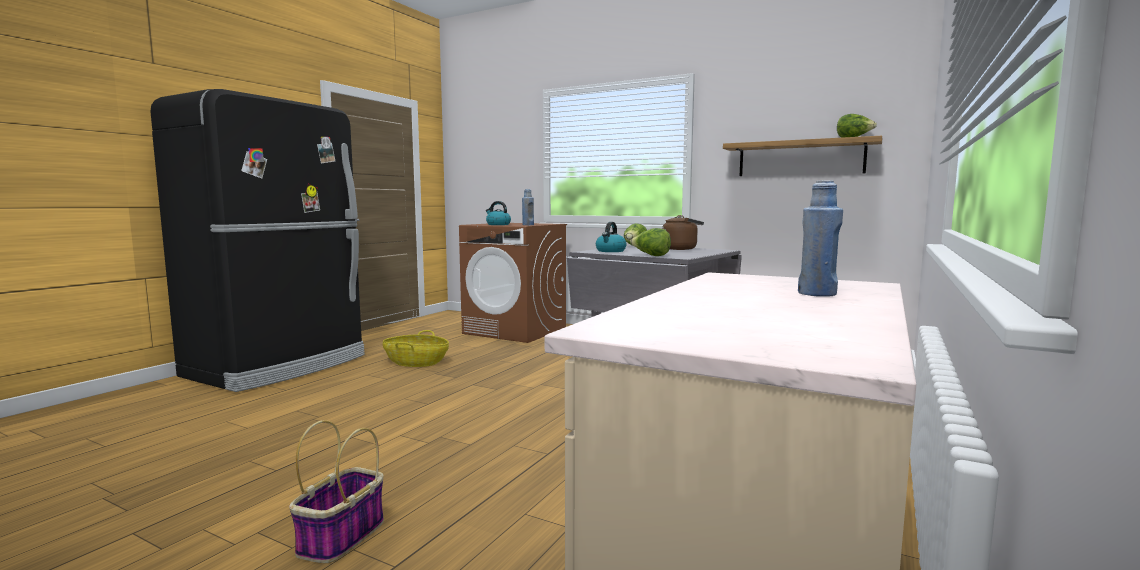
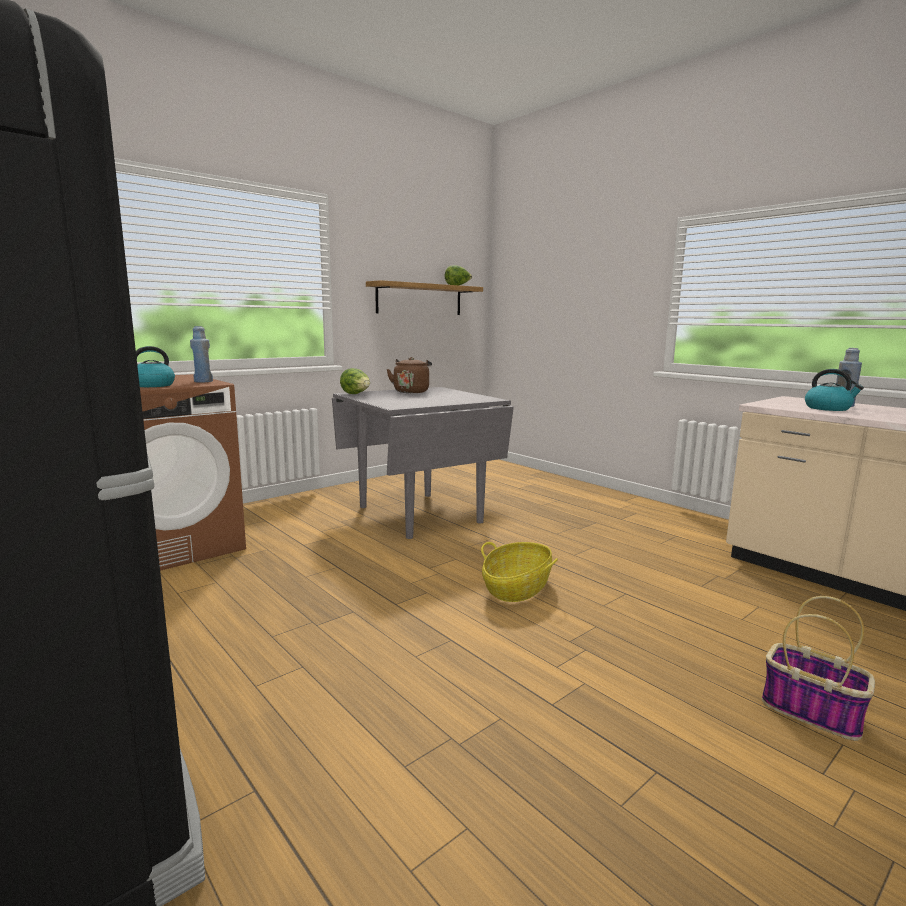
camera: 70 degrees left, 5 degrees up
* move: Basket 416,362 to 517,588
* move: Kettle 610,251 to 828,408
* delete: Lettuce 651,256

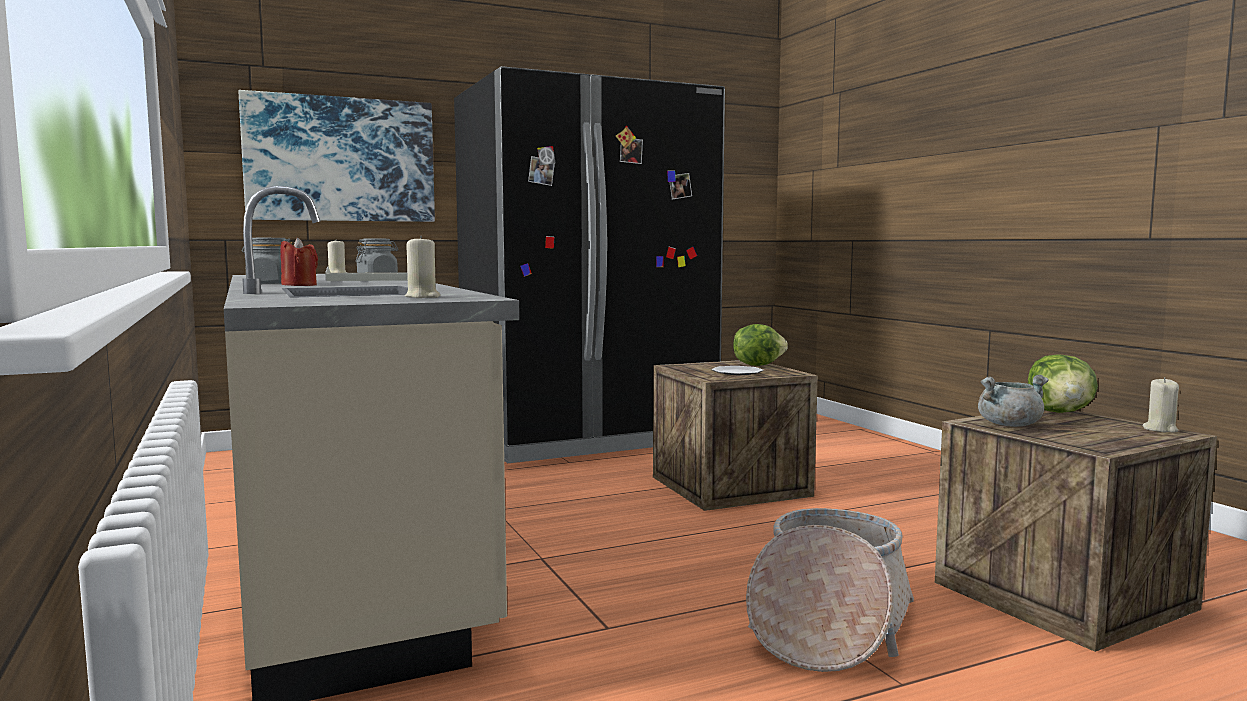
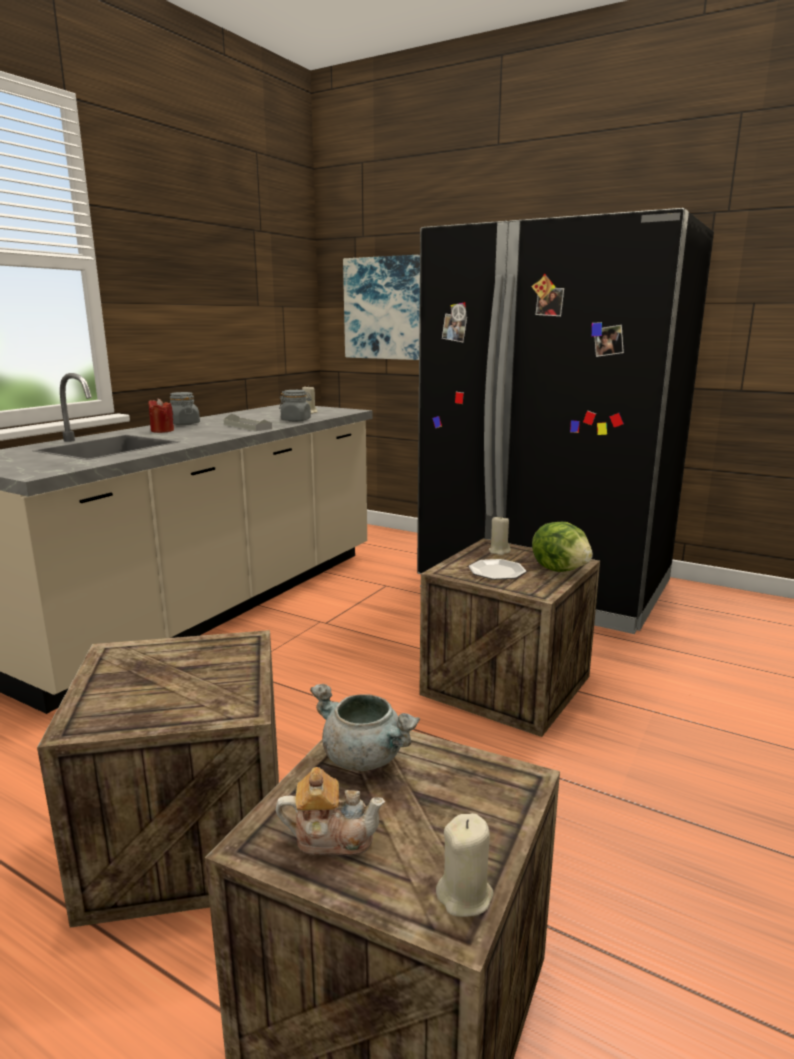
camera: 55 degrees right, 10 degrees up
* move: BeigeCandle 423,297 to 499,551
* replace: Basket 828,625 to Crate 189,838
* delete: Lettuce 1061,412
* insert: Teapot 332,837

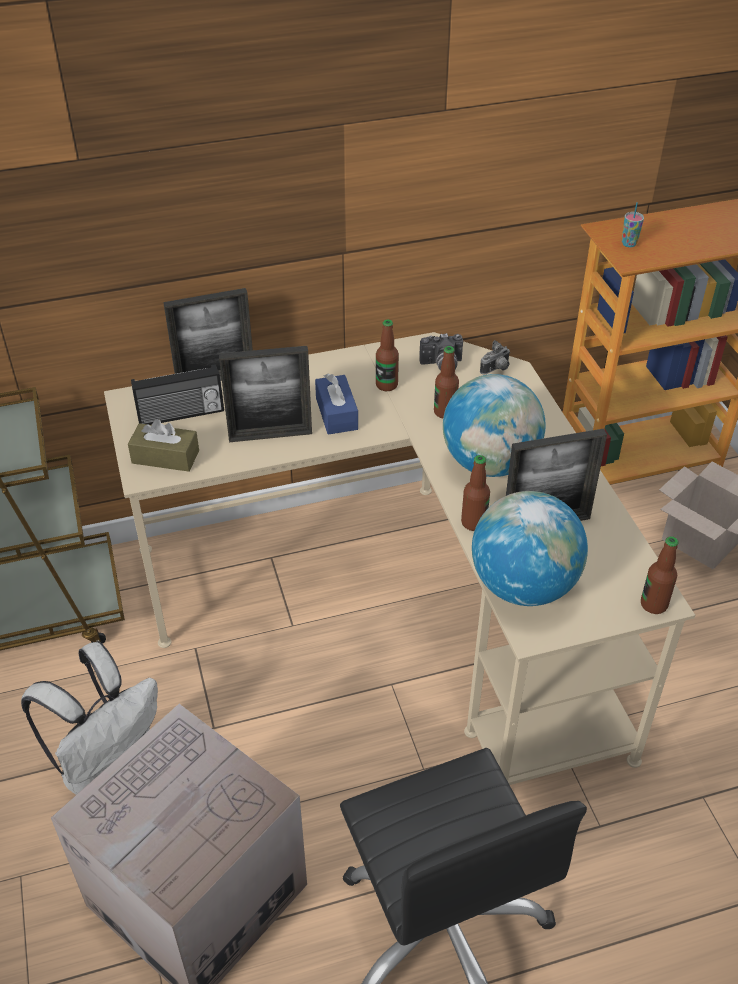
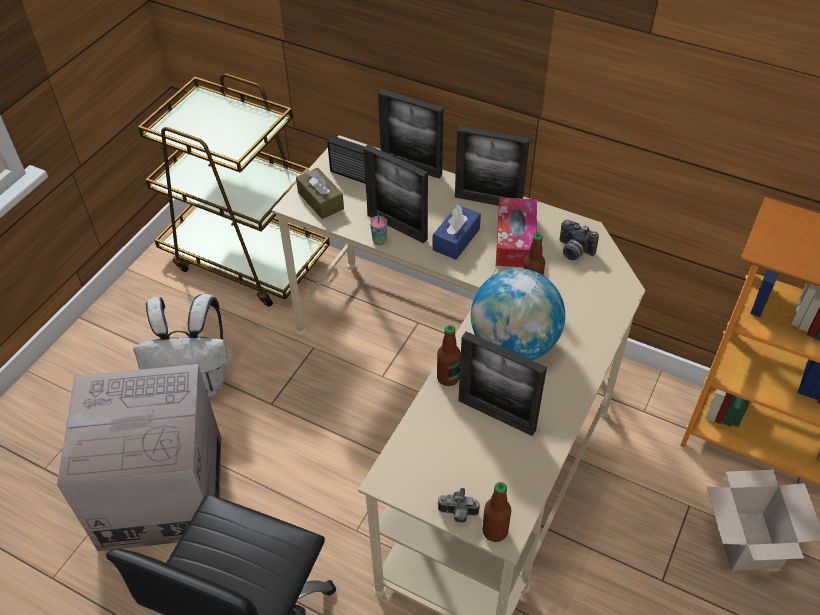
camera: 45 degrees right, 5 degrees up
* replace: Bottle 386,385 to TissueBox 515,240
* delete: Globe 523,586
* move: PhotoCamera 496,369 to 458,514
* move: Cup 629,244 to 379,241
* insert: PictureFrame 488,201

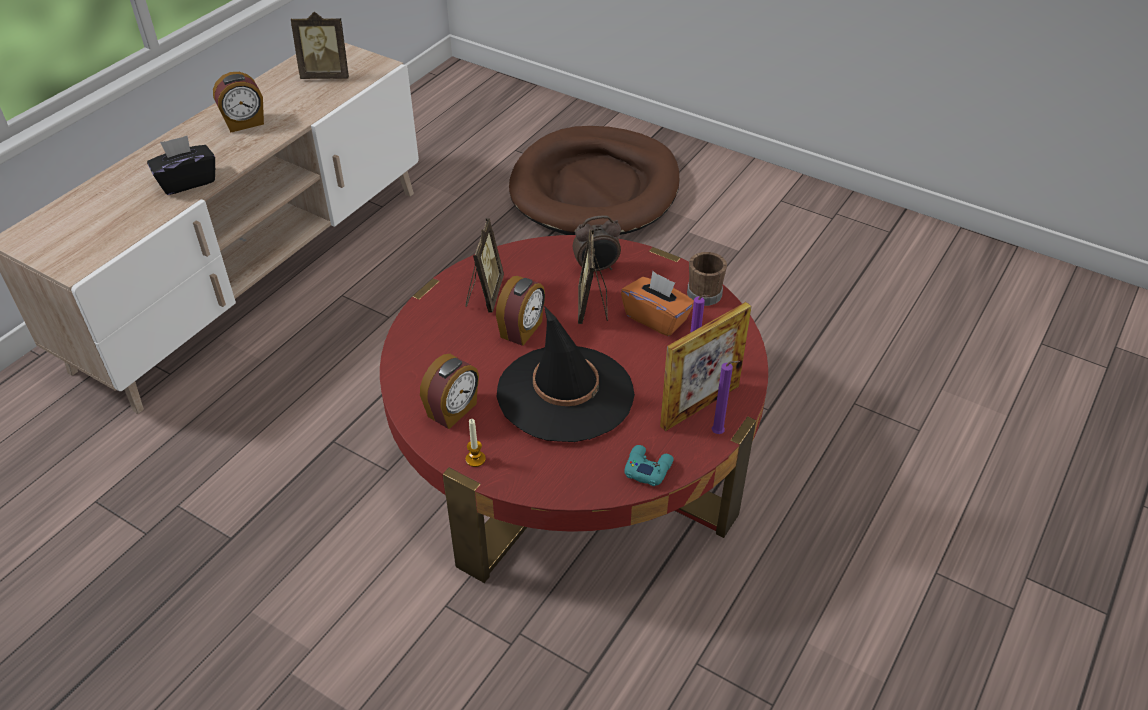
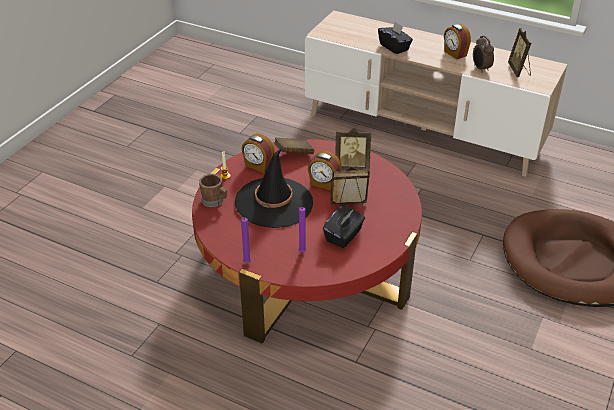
camera: 85 degrees right, 5 degrees down
* move: AlarmClock 597,269 to 480,69
* recolor: OrangeTissueBox 656,318 to BlackTissueBox 344,236
* delete: TurquoiseGameController 647,468
* delete: PictureFrame 700,406
* move: BrownMug 706,292 to 214,201
* insert: BrownBook 294,154

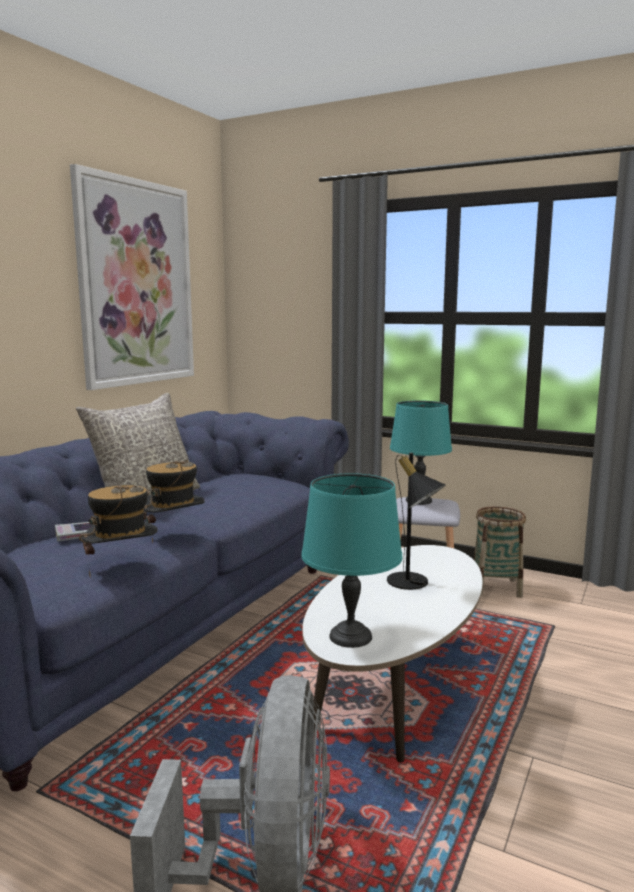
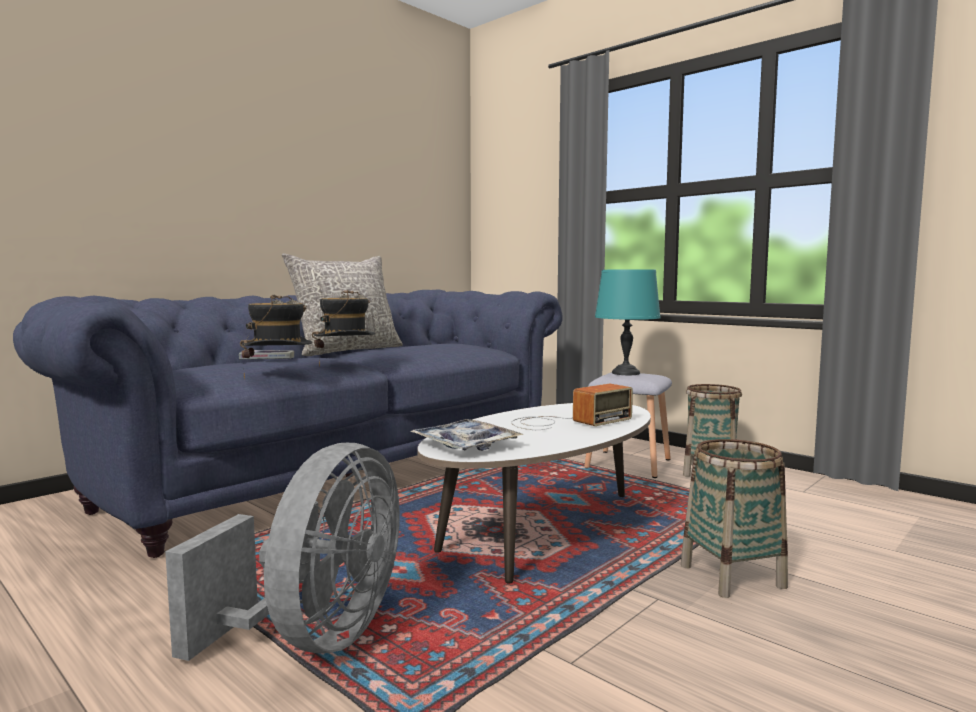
camera: 15 degrees right, 5 degrees down
* delete: Picture 136,283
* replace: TurquoiseTableLamp 351,636 to Tray 465,445
* replace: BlackTableLamp 413,584 to Radio 566,422
* insert: Basket 732,576

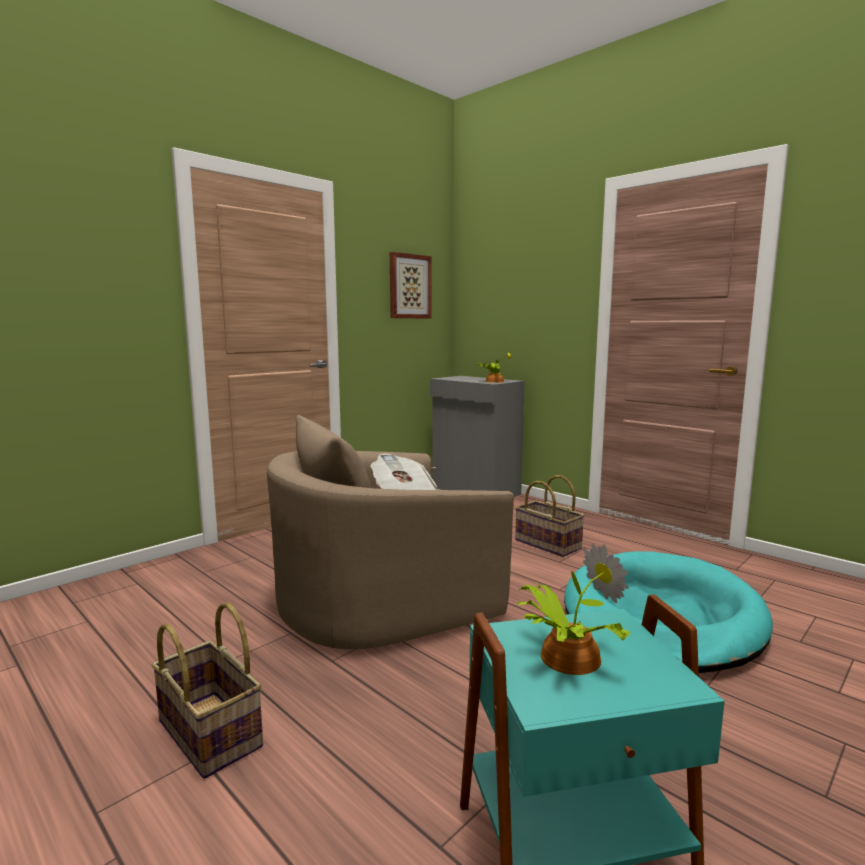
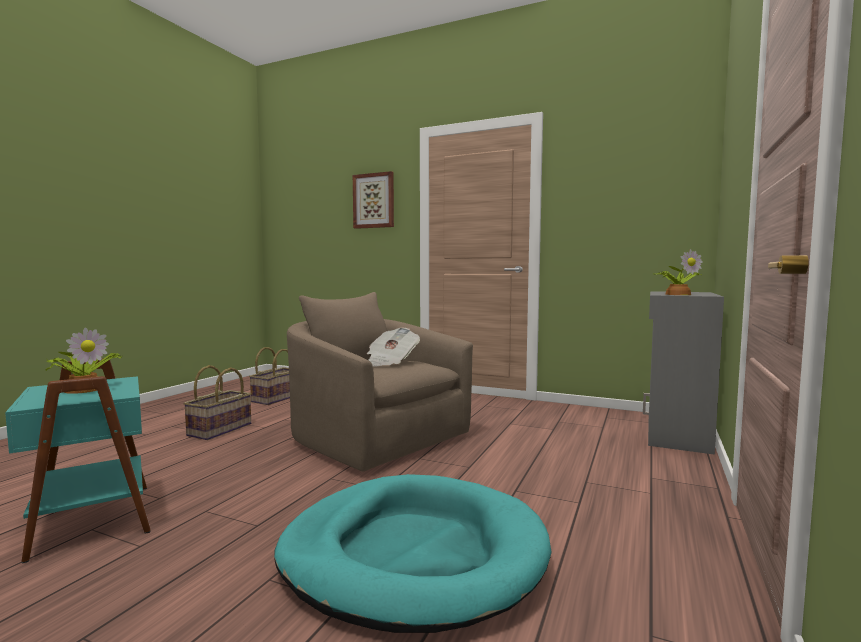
camera: 70 degrees right, 5 degrees down
* move: Picture 409,286 to 374,201
* move: Basket 546,544 to 276,398

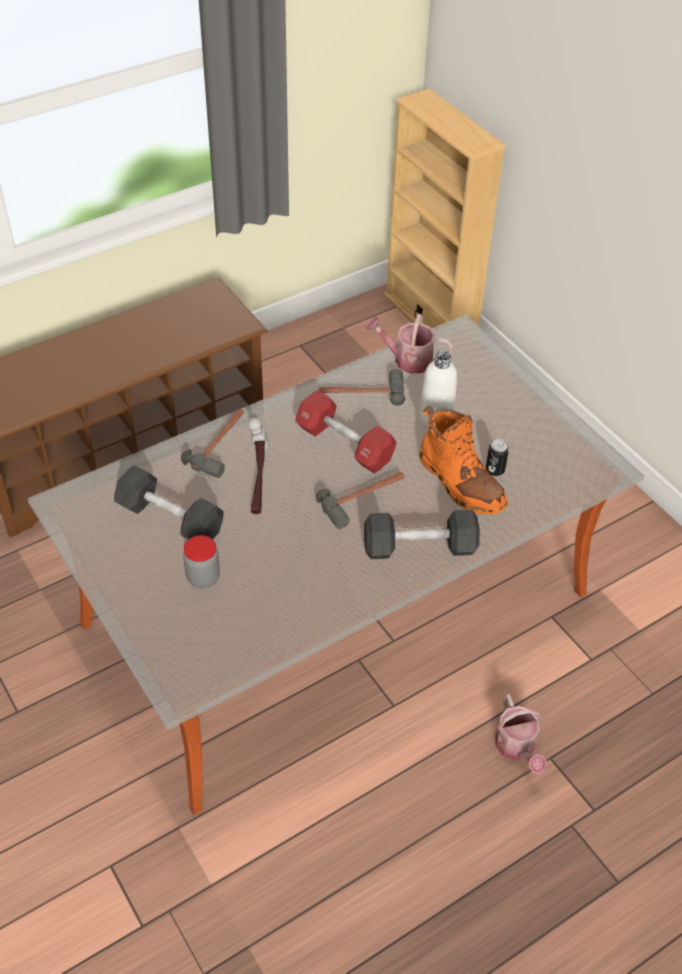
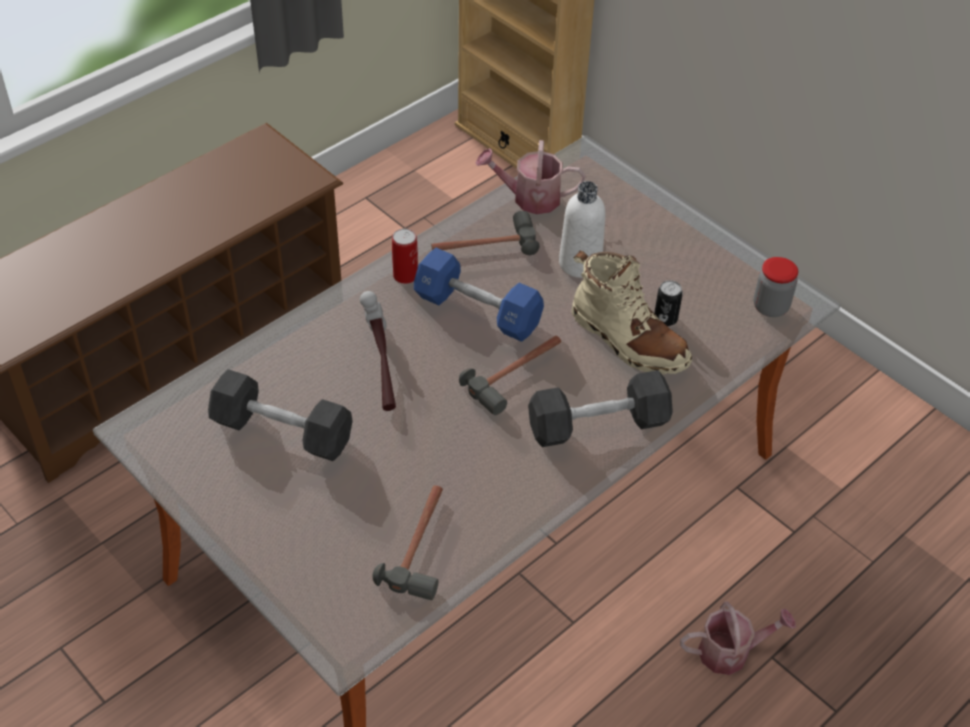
camera: 10 degrees left, 0 degrees up
* move: Hammer 221,444 to 422,544
* move: Jar 203,577 to 770,307
* recolor: RedDumbbell 344,444 to BlueDumbbell 477,311
* recolor: OrangeBoot 460,483 to BeigeBoot 628,340
* rotate: WateringCan 517,748 = 730,651 75 degrees counterclockwise
* insert: Can 405,275

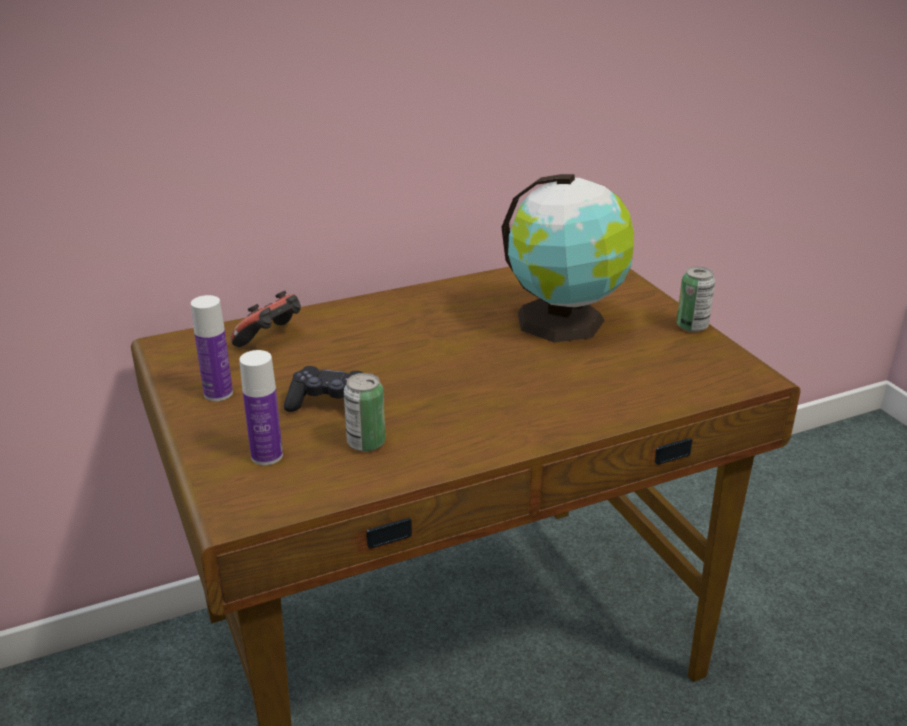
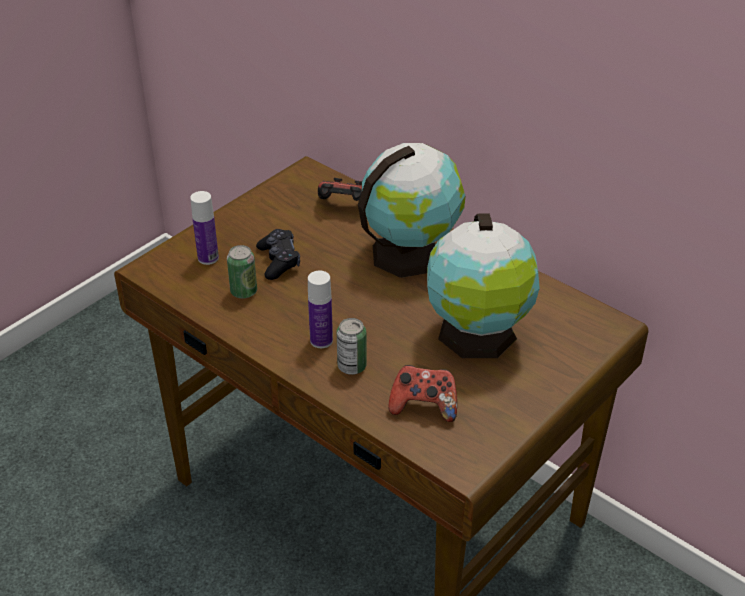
camera: 65 degrees right, 10 degrees up
* move: Bottle 218,393 to 321,340
* move: Can 692,326 to 352,366
* insert: Globe 410,253
* insert: GameController 423,406

